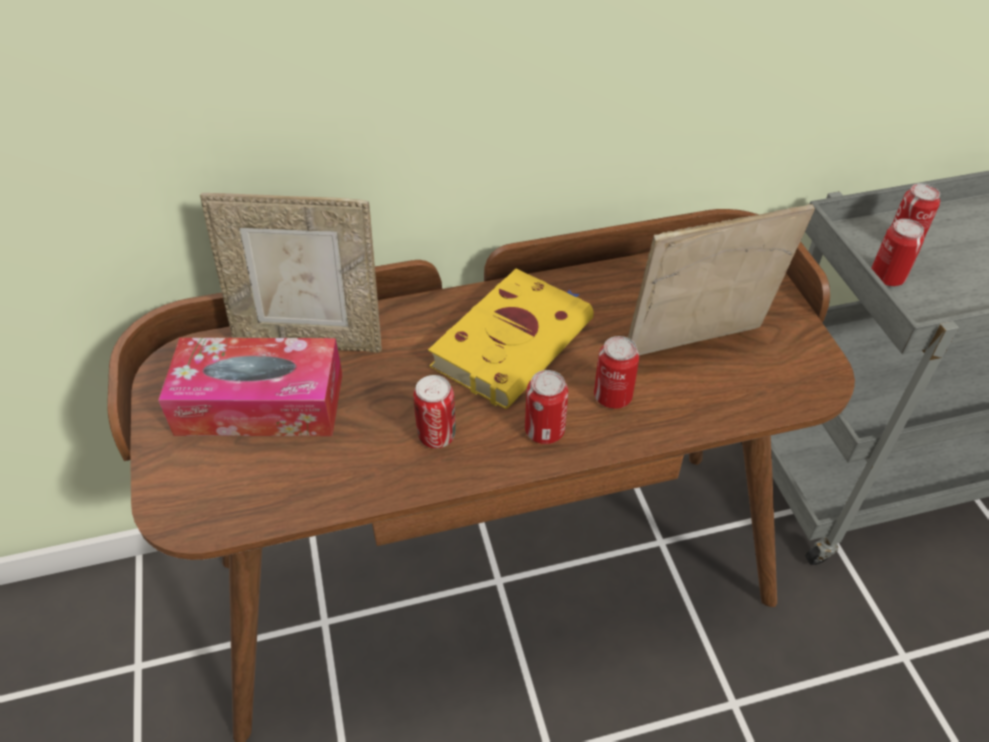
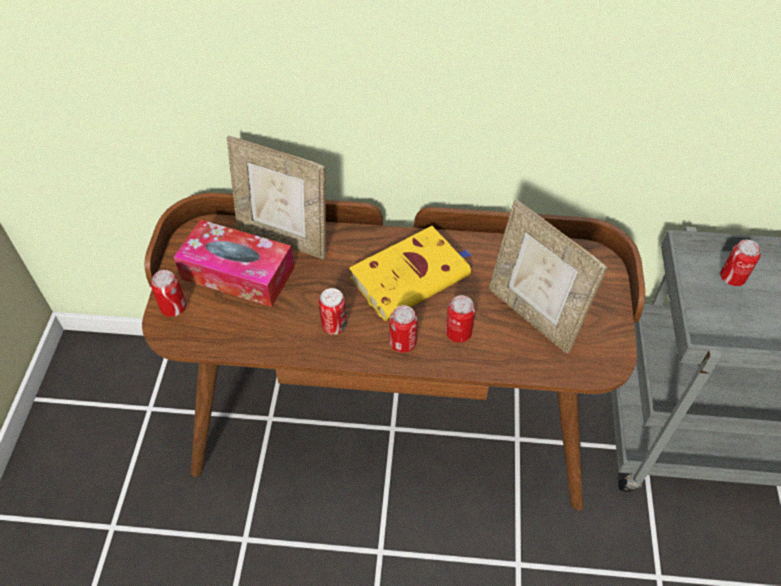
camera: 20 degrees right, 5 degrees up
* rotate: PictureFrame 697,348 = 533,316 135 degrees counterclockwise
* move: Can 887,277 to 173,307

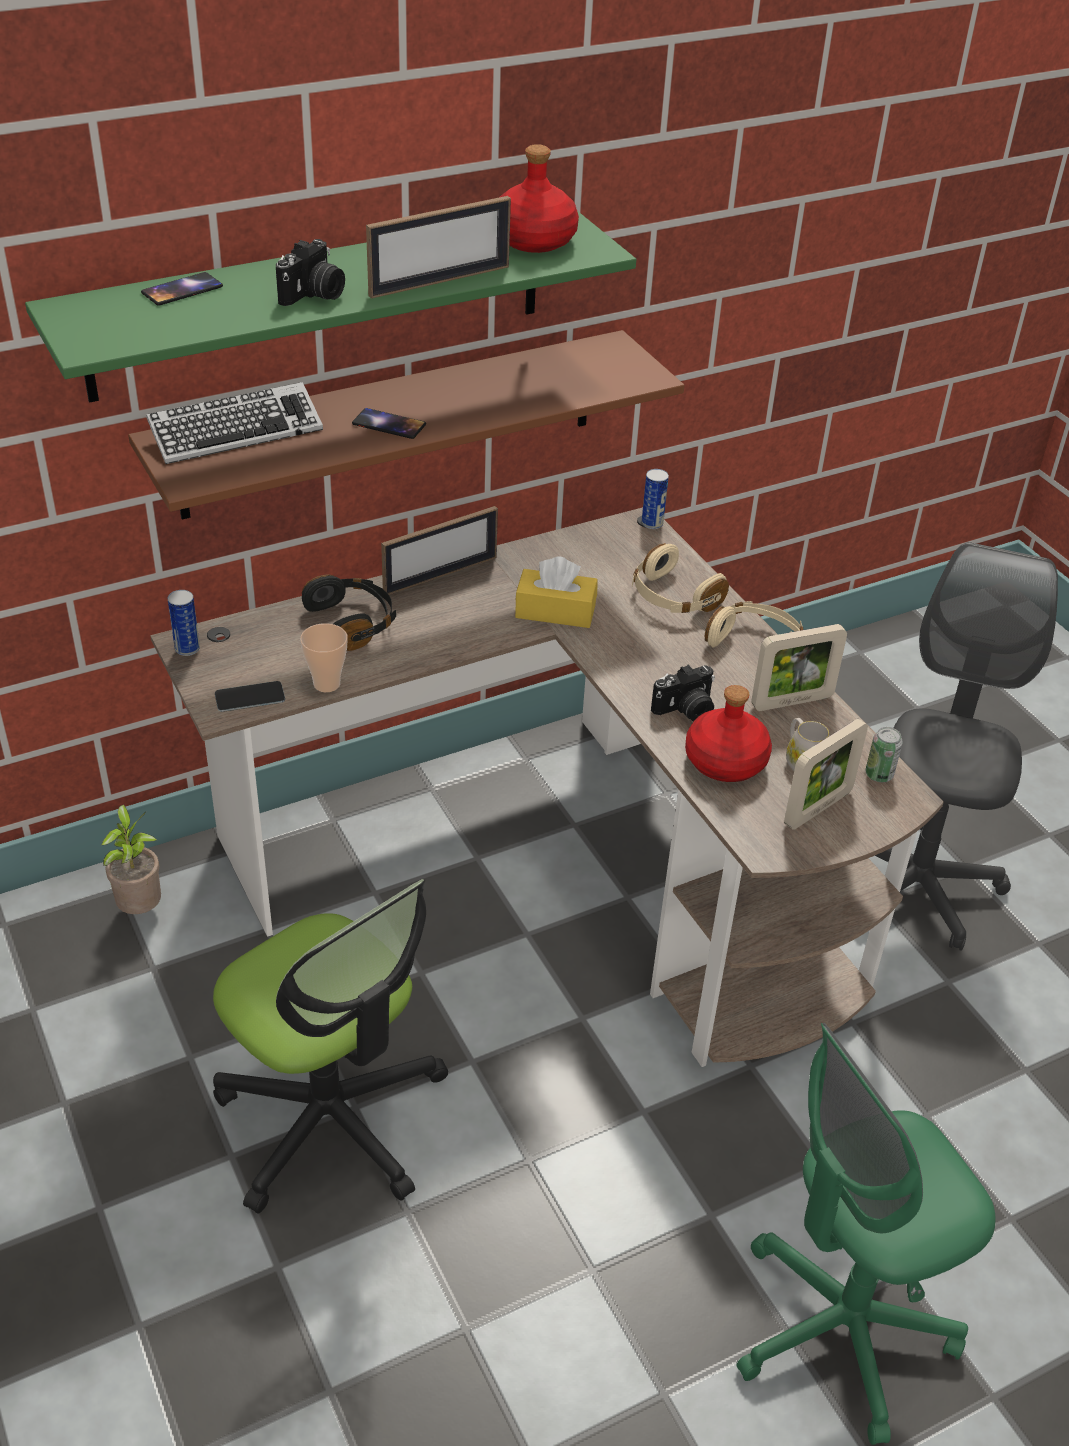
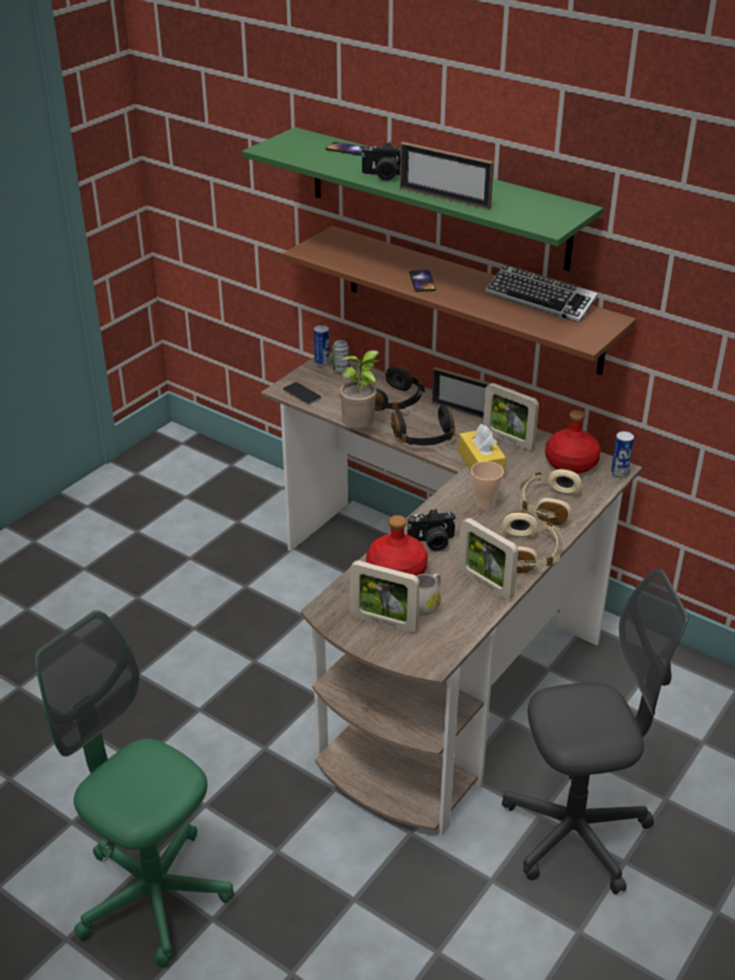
camera: 65 degrees right, 5 degrees down
* move: PottedPlant 141,908 to 360,430
* move: Keyboard 236,432 to 540,300
* delete: OfficeChair 331,1118
* move: Cup 326,684 to 484,504
* move: RedBottle 534,240 to 571,463
* rotate: PhotoCamera 686,710 = 432,542 45 degrees counterclockwise
* move: Can 879,774 to 340,370
* insert: BlackHeadphones 424,438
* insert: PictureFrame 508,440

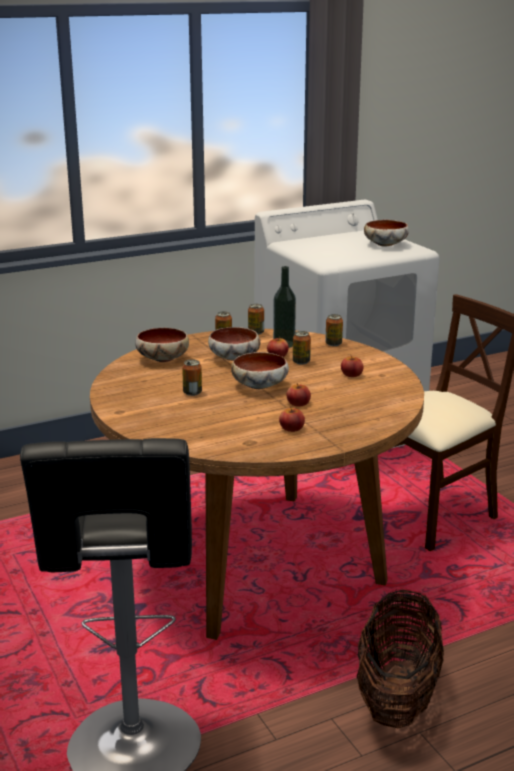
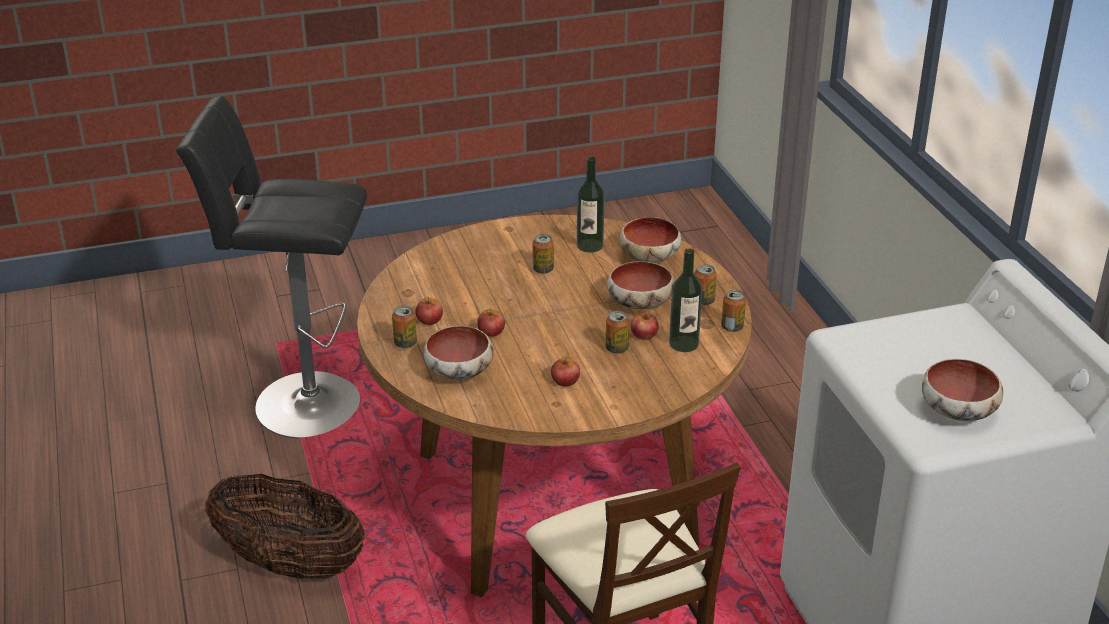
camera: 100 degrees right, 10 degrees up
* move: Bowl 260,386 to 459,372
* move: Can 333,344 to 405,343
* insert: Bottle 590,245

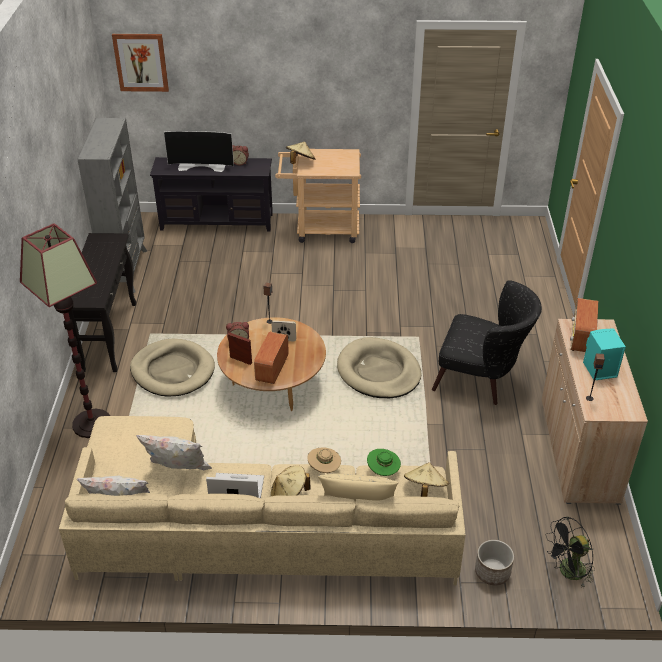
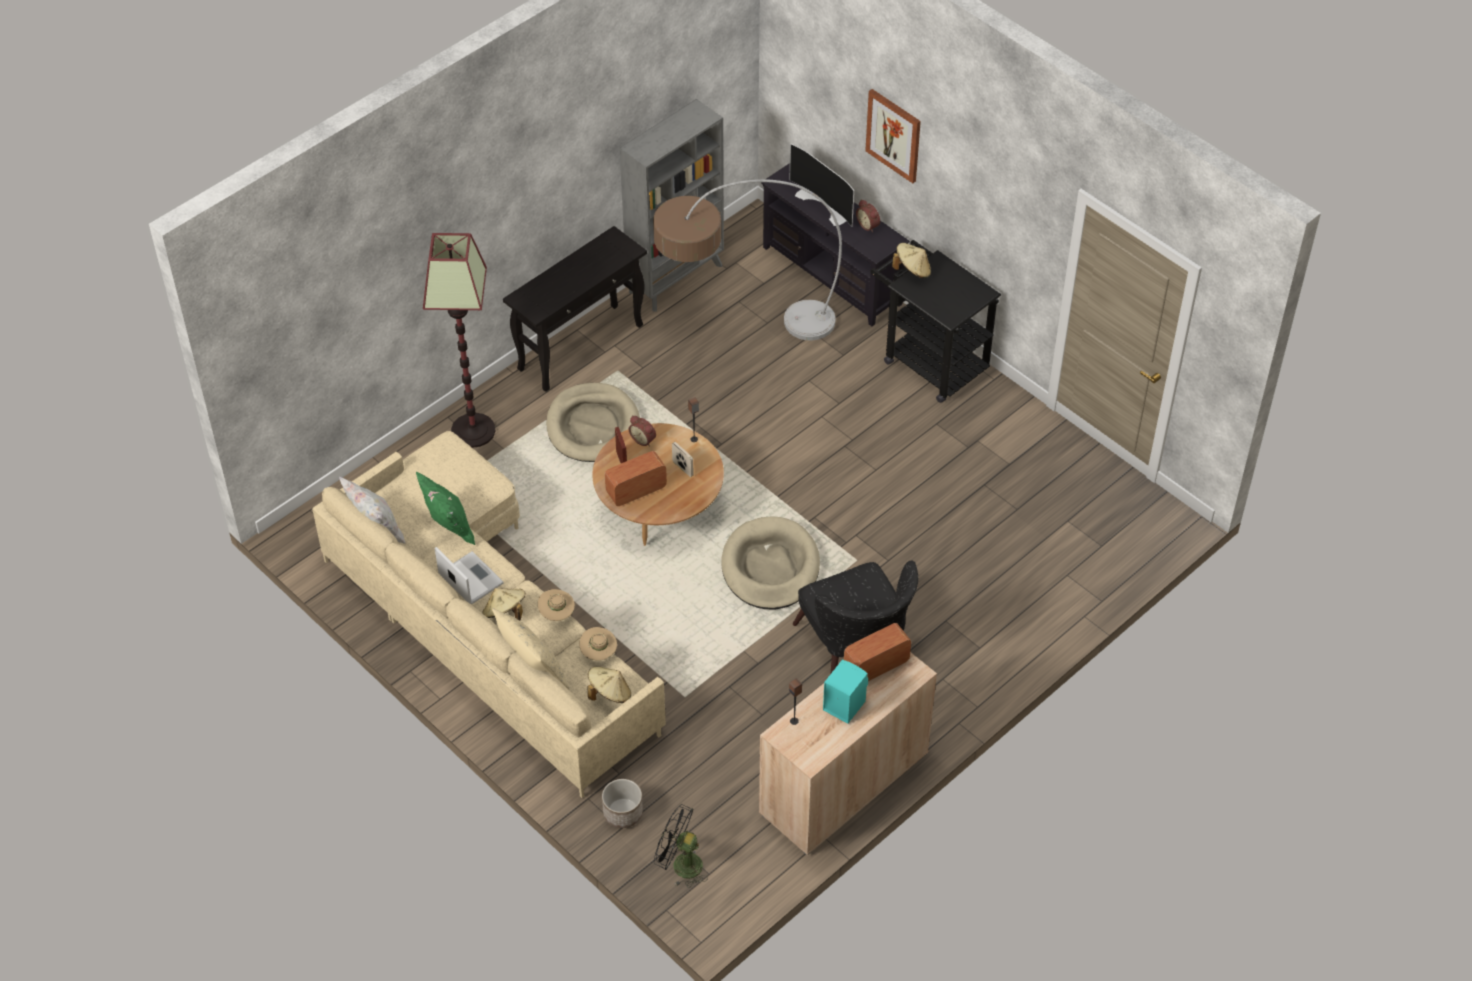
camera: 45 degrees right, 10 degrees up
* move: Picture 141,62 to 894,135
* recolor: WhitePillow 178,473 to GreenPillow 449,529
* recolor: BeigeCart 321,229 to BlackCart 928,360
* recolor: GreenHat 383,470 to BeigeHat 598,652
* insert: FloorLamp 739,330

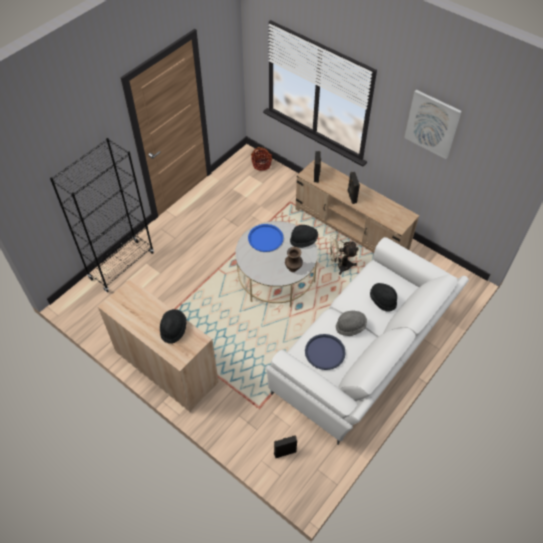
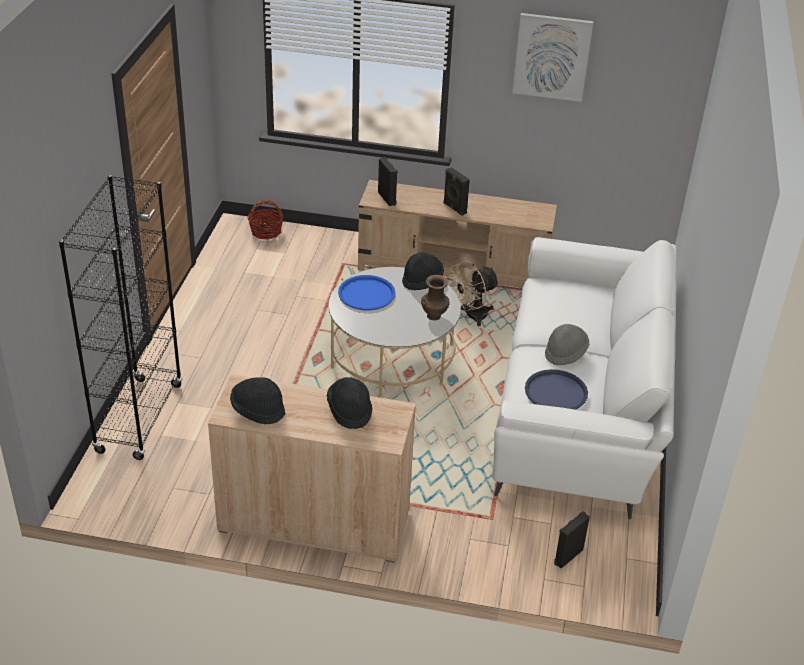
camera: 30 degrees left, 15 degrees down
* move: BlackHat 383,300 to 258,410

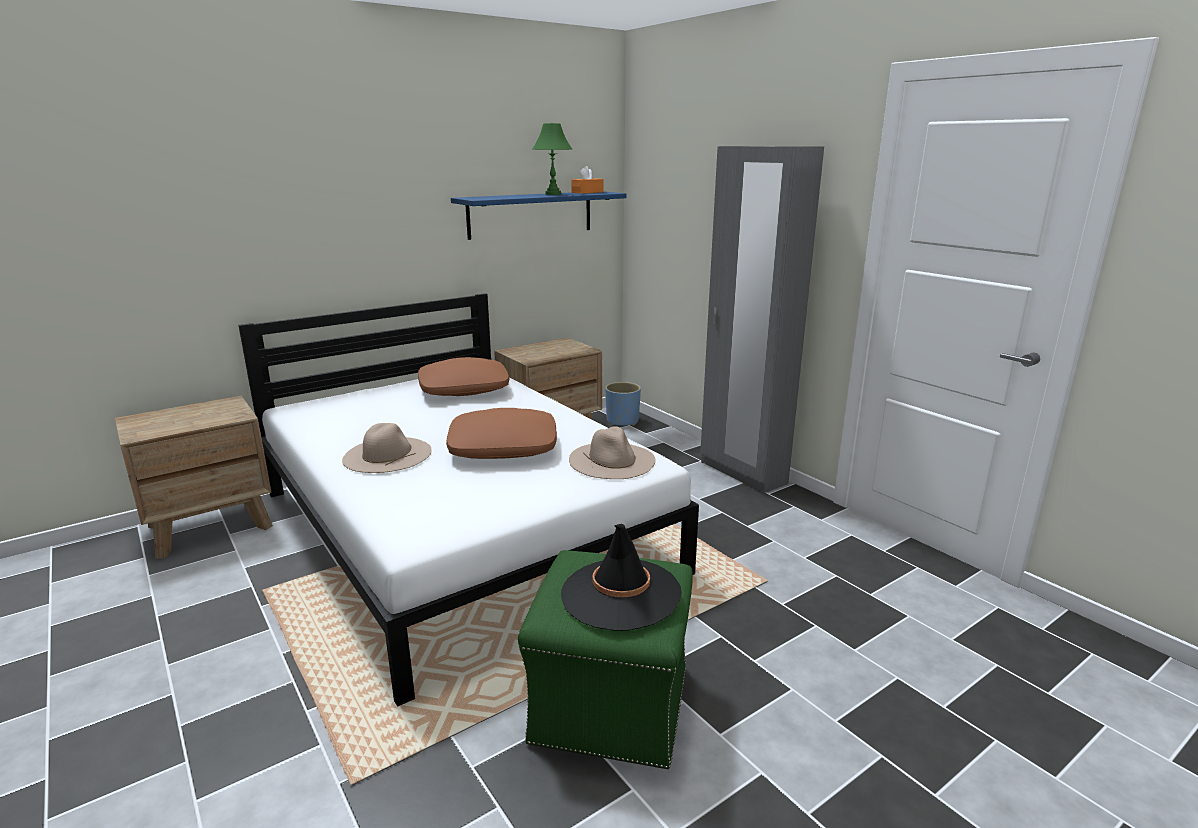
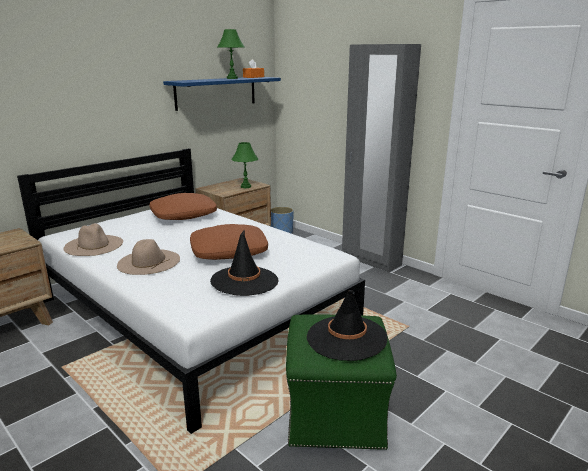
camera: 10 degrees left, 0 degrees up
* move: BeigeHat 612,460 to 94,245
* insert: BlackHat 244,281
* insert: GreenTableLamp 245,187

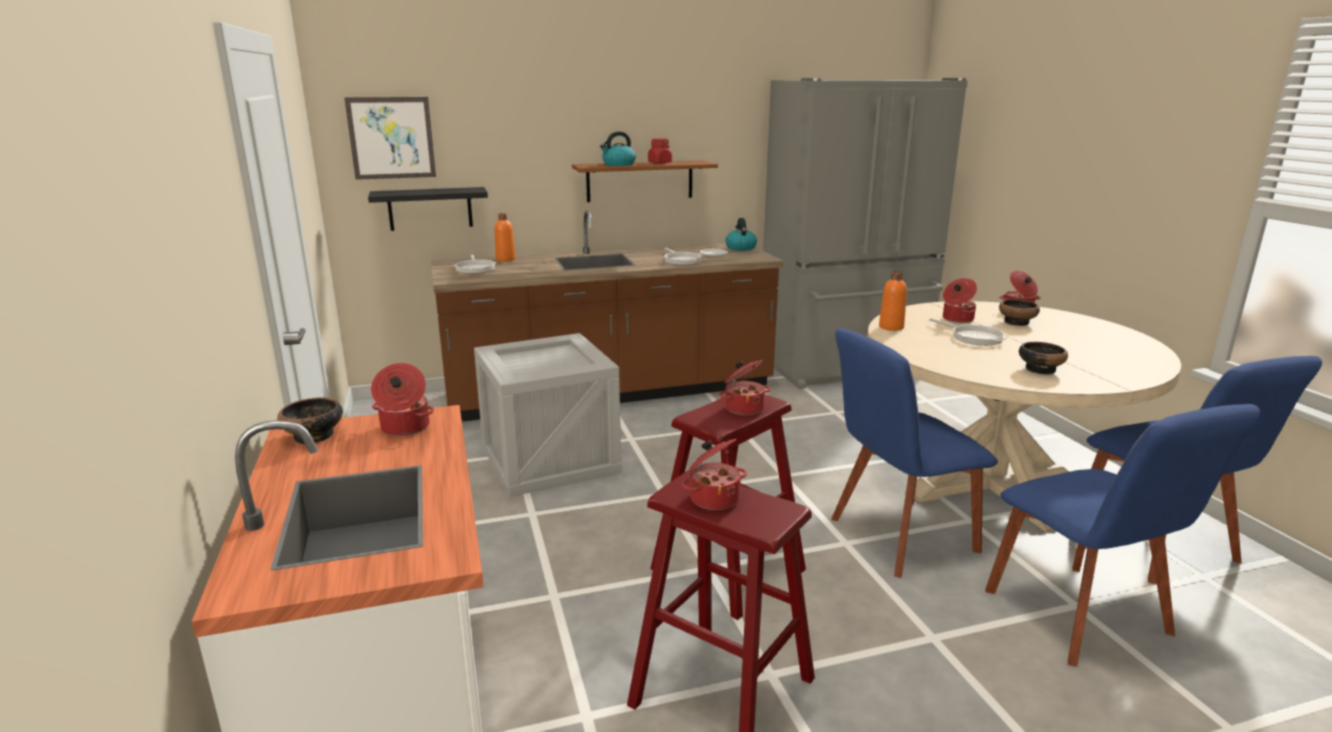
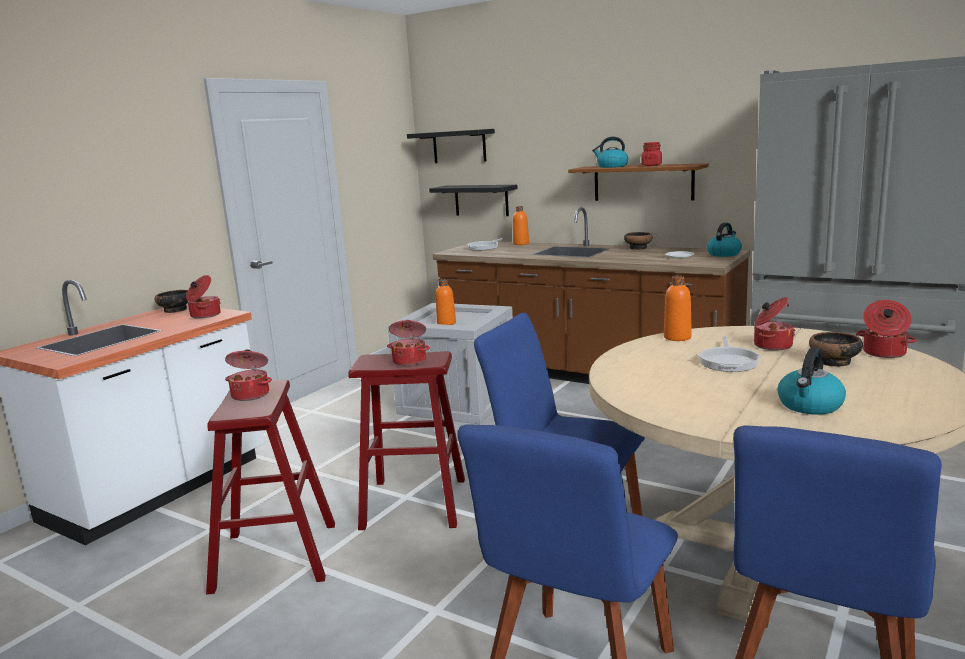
camera: 50 degrees right, 5 degrees down
* replace: Picture 391,138 to BlackShelf 459,146
* delete: FryingPan 681,260
* move: Bowl 1040,369 to 638,248
* insert: OrangeBottle 446,323
* insert: Kettle 810,406

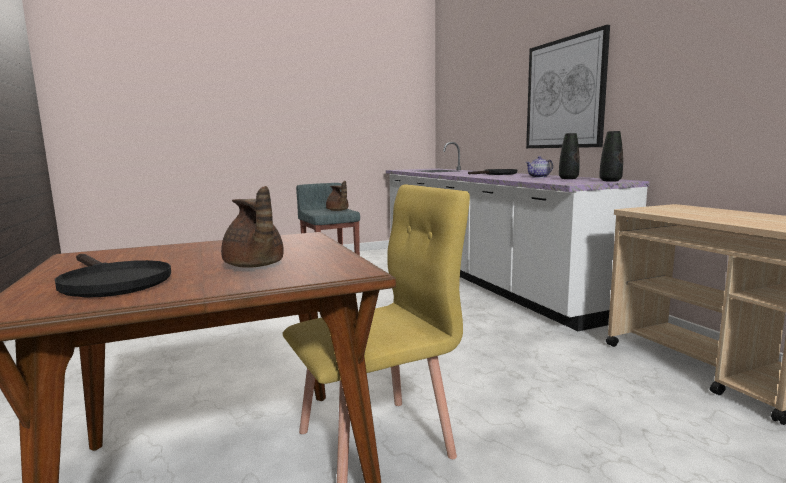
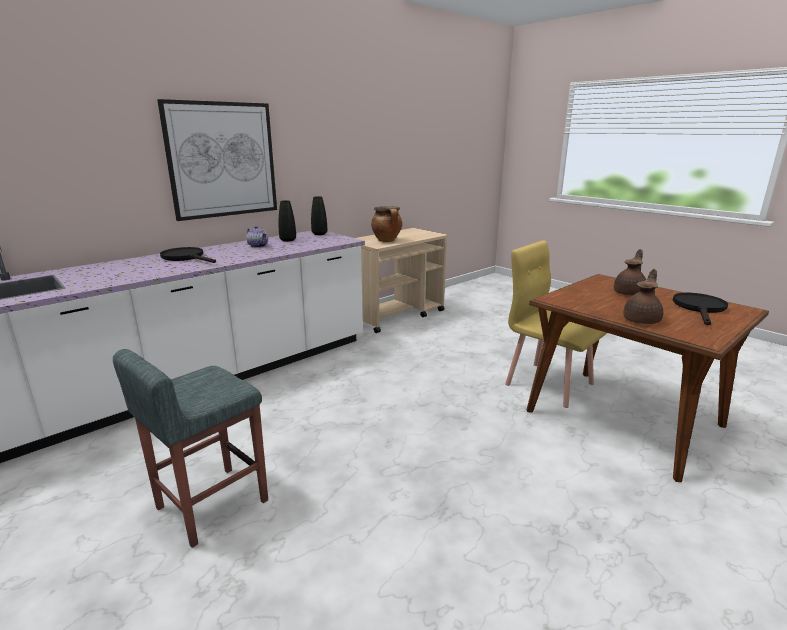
camera: 110 degrees left, 10 degrees up
* move: BrownTeapot 337,210 to 642,320
* insert: CookingPot 387,241

